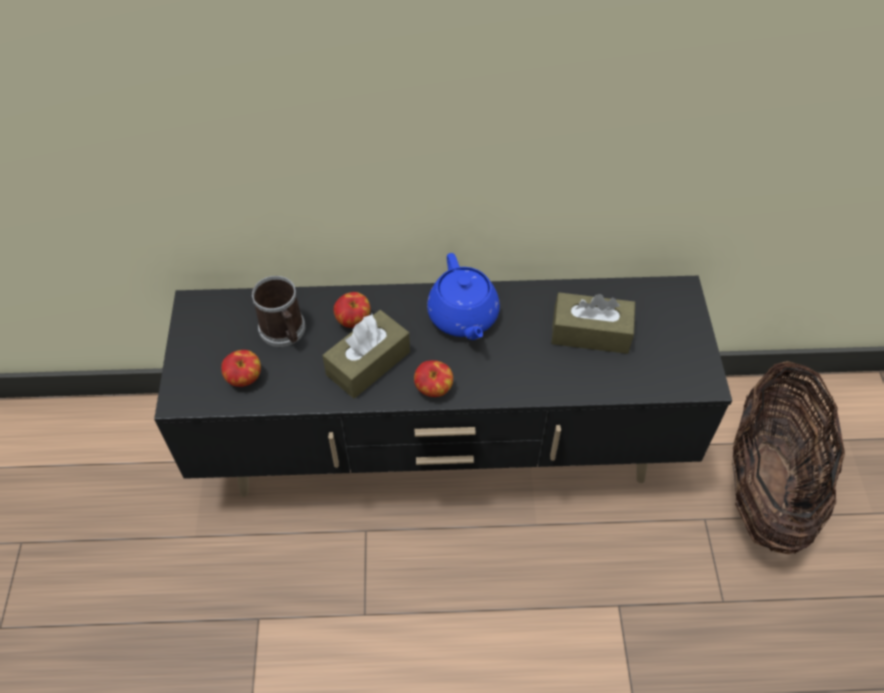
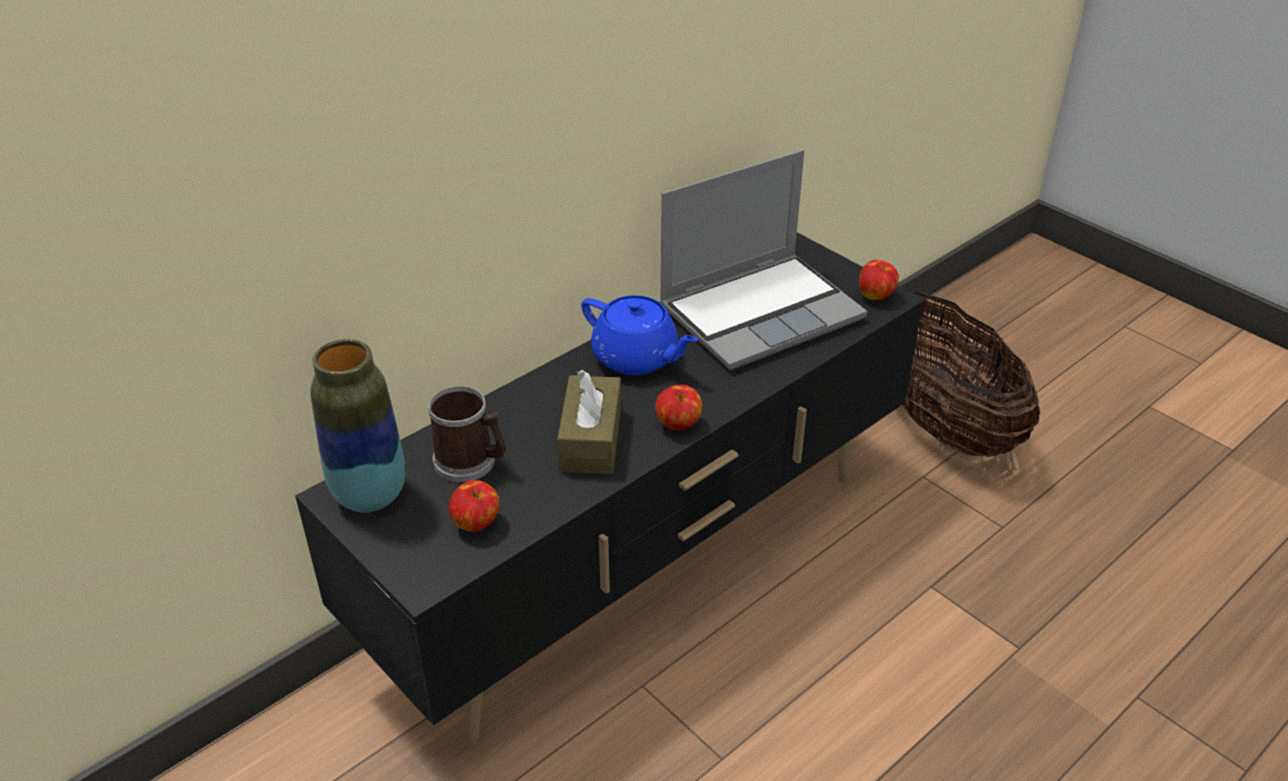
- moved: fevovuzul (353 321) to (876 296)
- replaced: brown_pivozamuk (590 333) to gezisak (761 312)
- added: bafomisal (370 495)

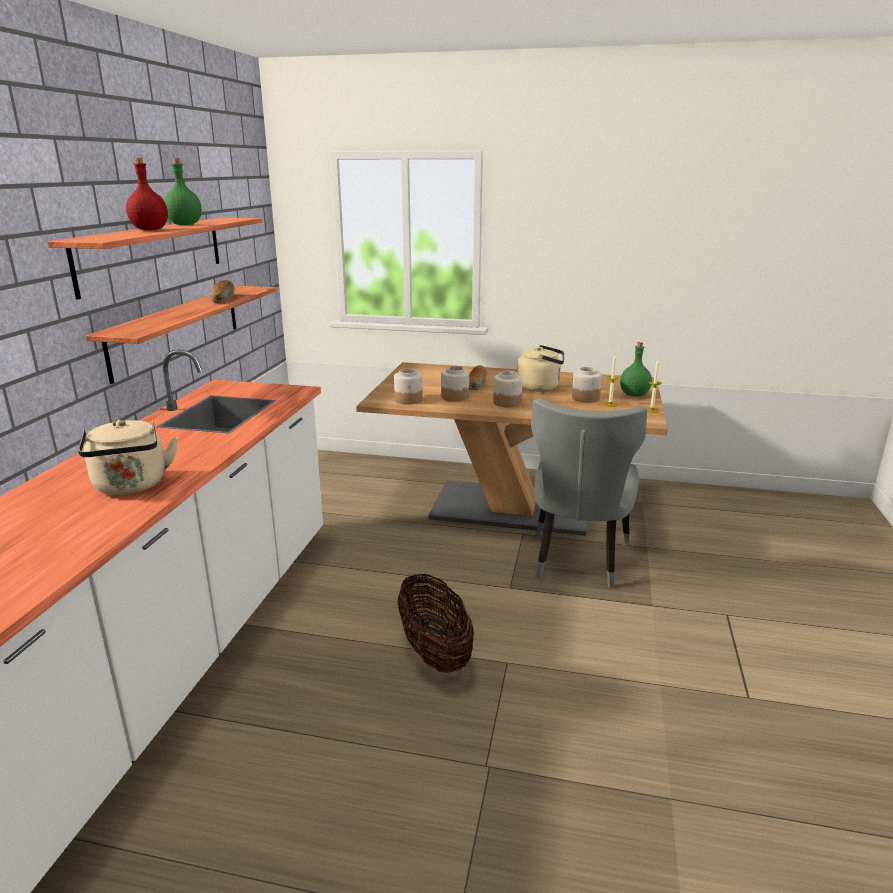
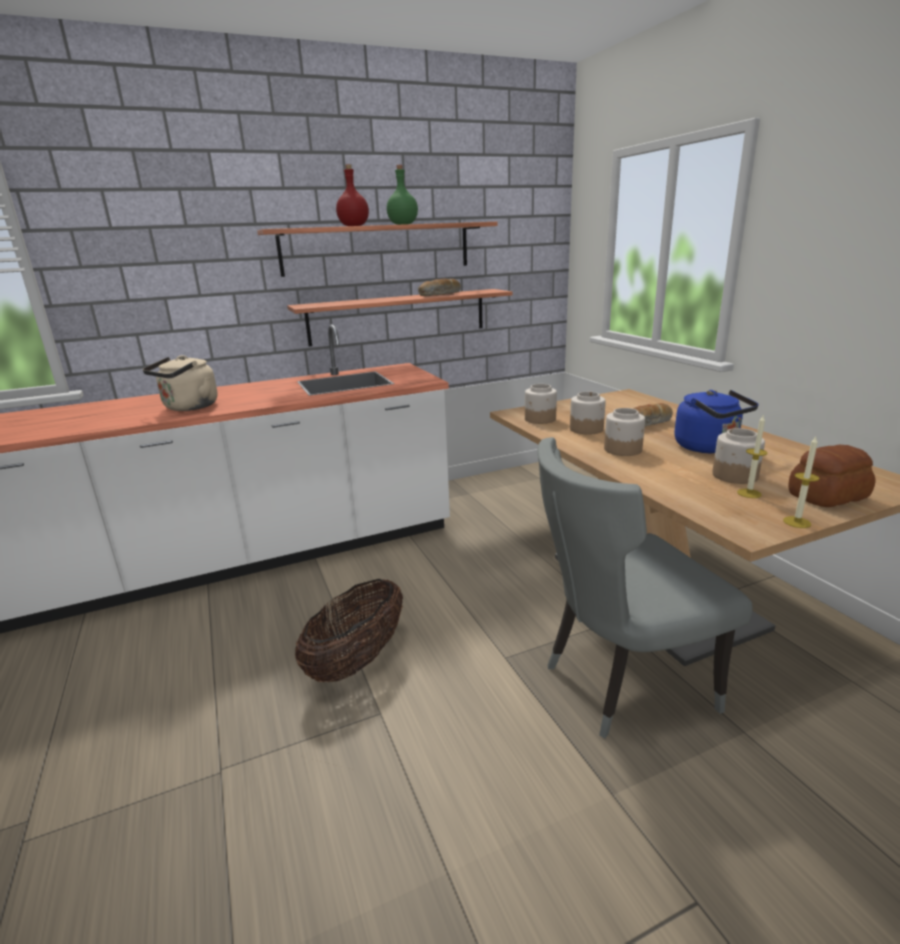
- replaced: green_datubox (634 395) to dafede (826 496)
- recoloured: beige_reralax (541 387) to blue_reralax (709 448)

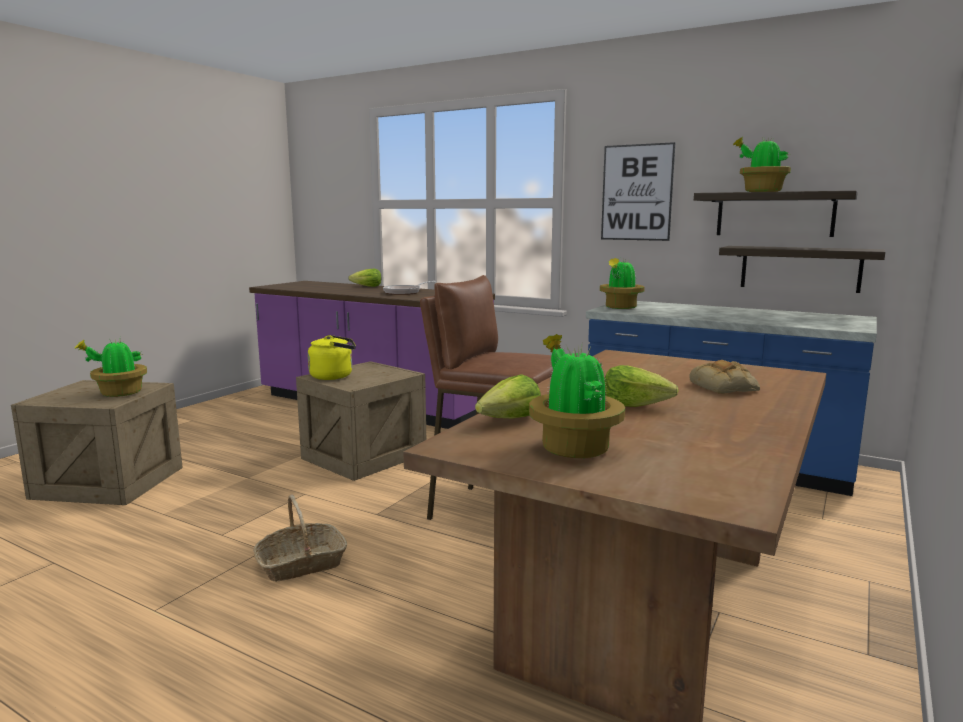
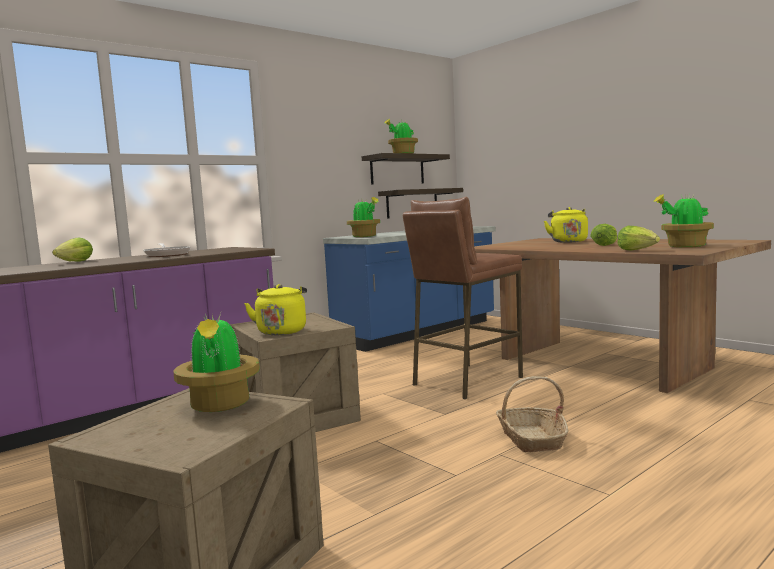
- removed: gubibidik (637 192)
- replaced: dafede (725 387) to yellow_reralax (568 241)

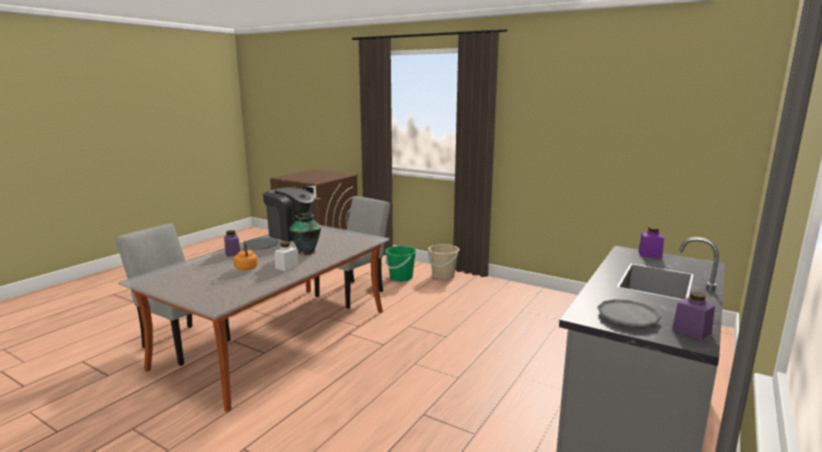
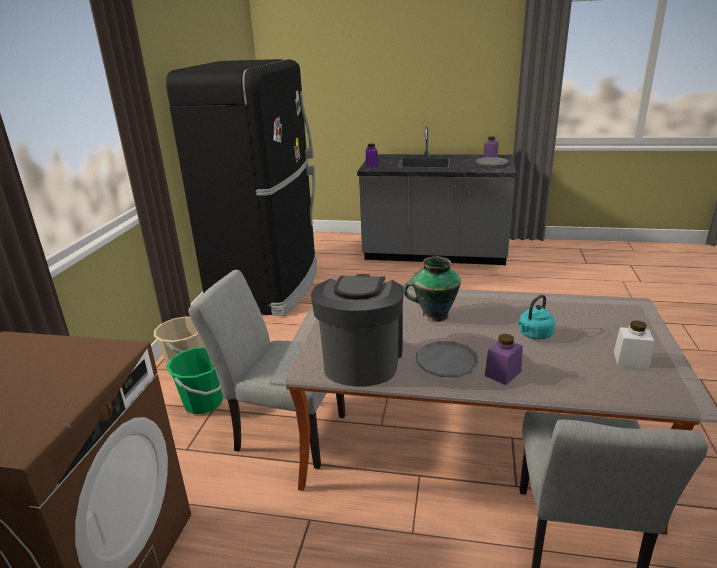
- recoloured: orange_reralax (246 267) to turquoise_reralax (534 335)
- moved: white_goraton (286 267) to (631 359)
- added: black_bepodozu (268 287)

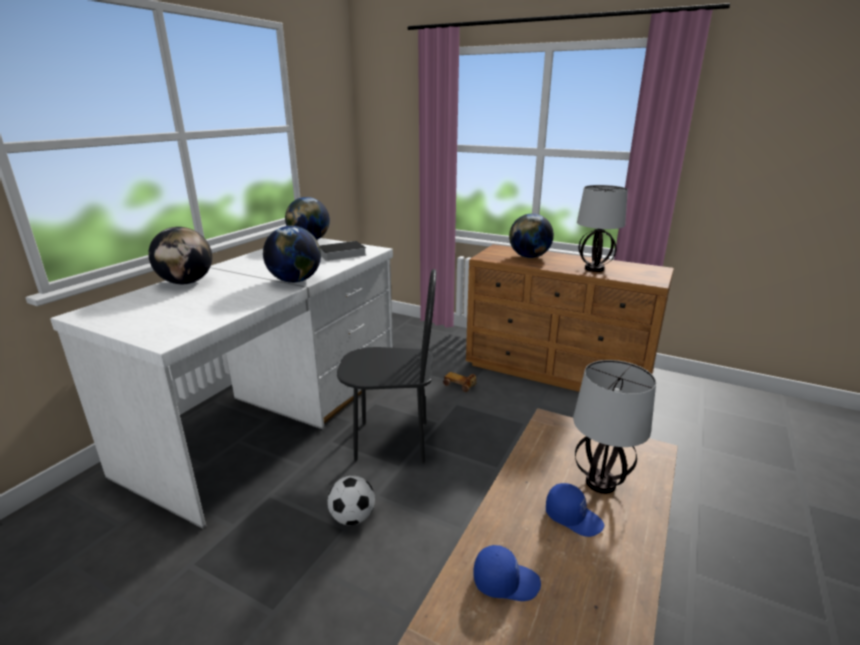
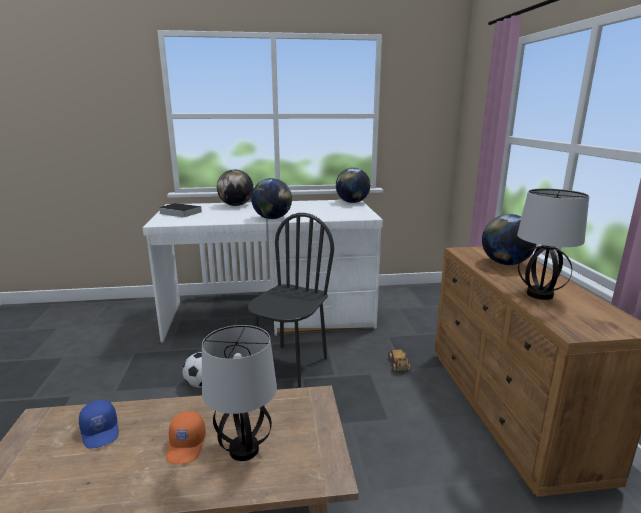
- moved: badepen (340 254) to (179 213)
- turned: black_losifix (392 441) = (290 365) 120 degrees counterclockwise
- recoloured: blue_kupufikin (573 517) to orange_kupufikin (187 445)

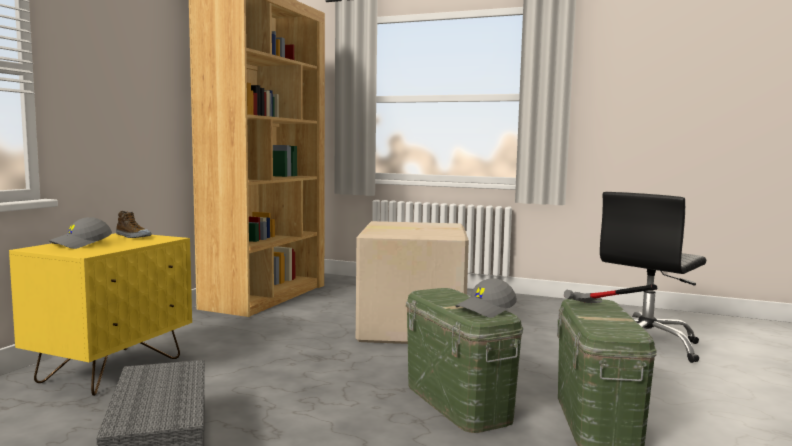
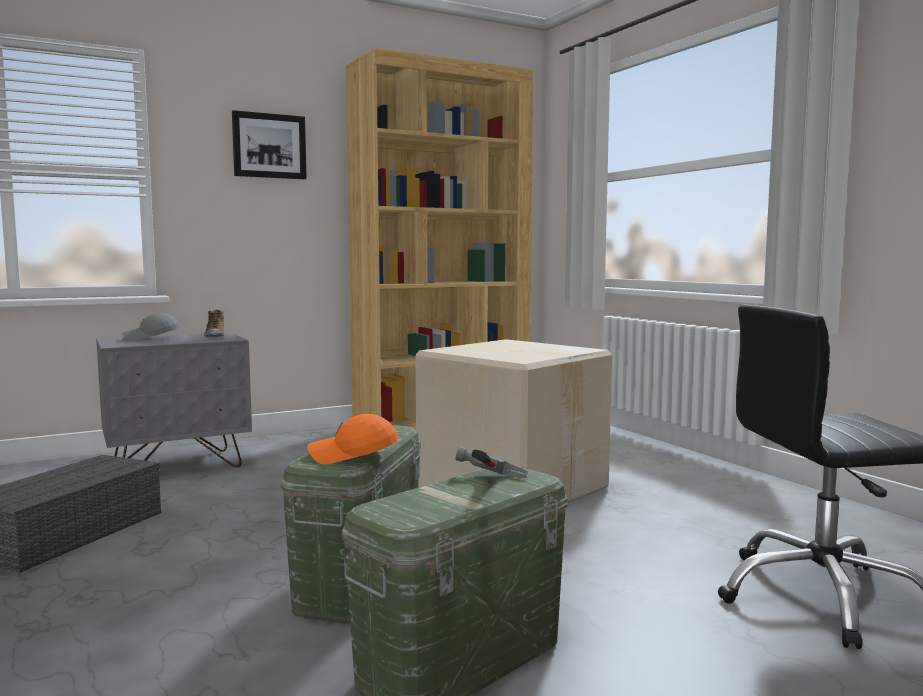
- recoloured: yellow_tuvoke (112 370) to grey_tuvoke (178 465)
- recoloured: grey_kupufikin (486 309) to orange_kupufikin (352 456)
- added: gubibidik (269 146)

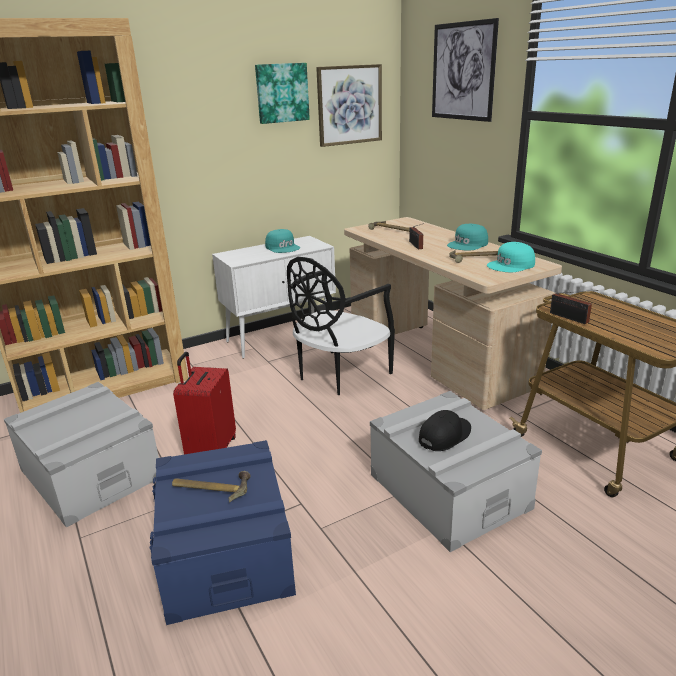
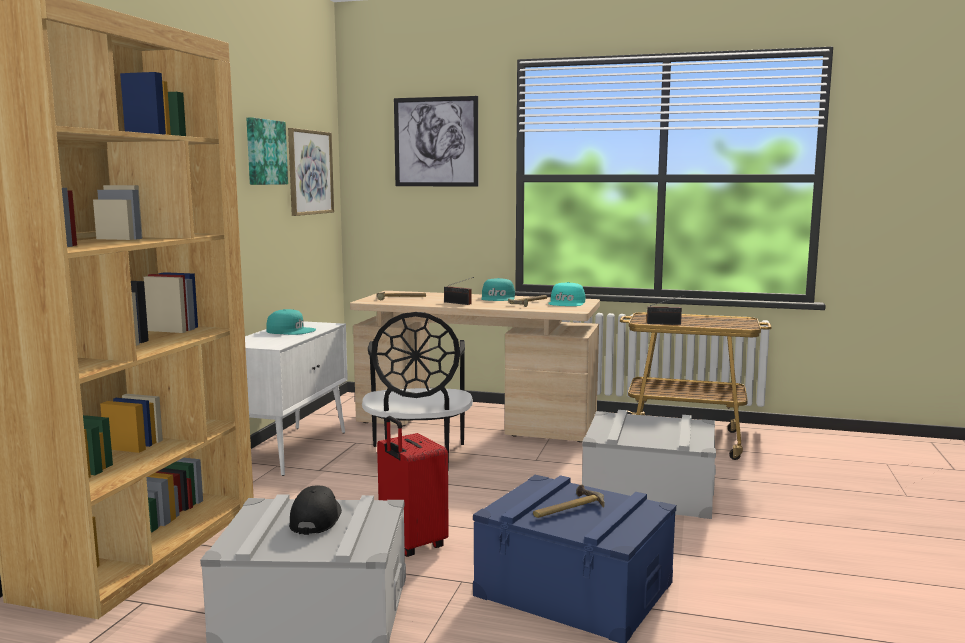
- moved: black_kupufikin (445 436) to (316 519)

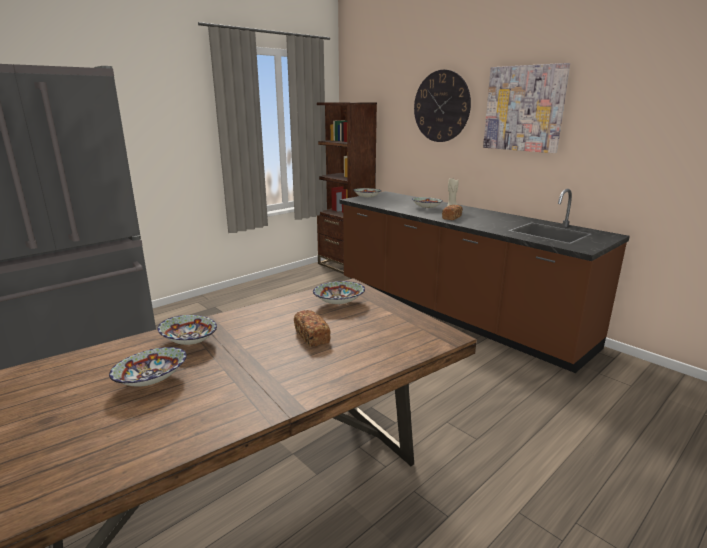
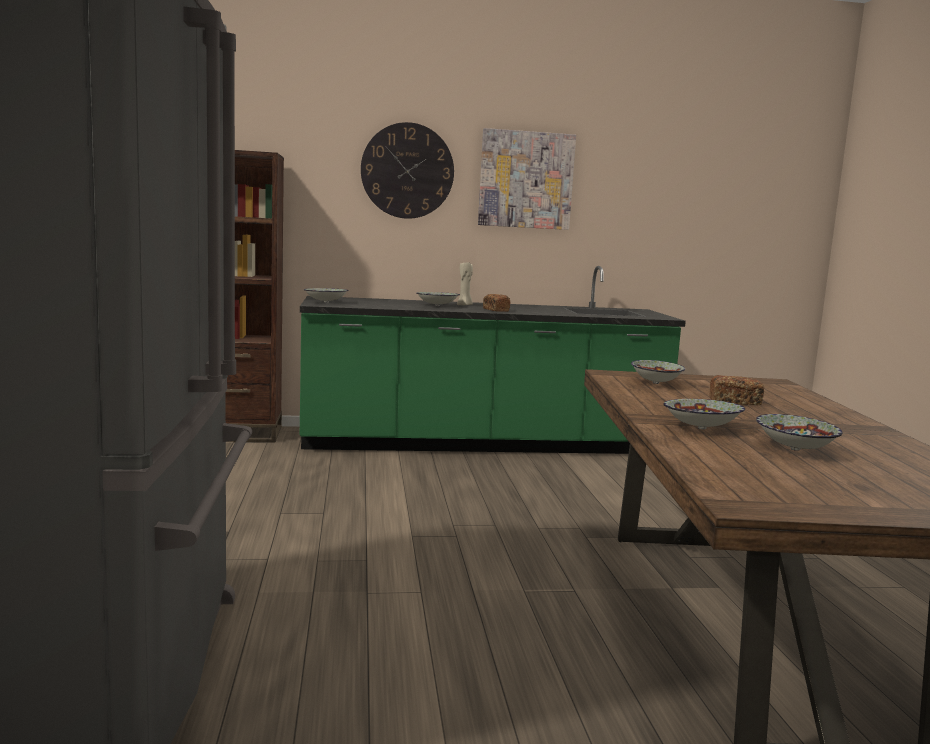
- recoloured: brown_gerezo (453 313) to green_gerezo (482 443)

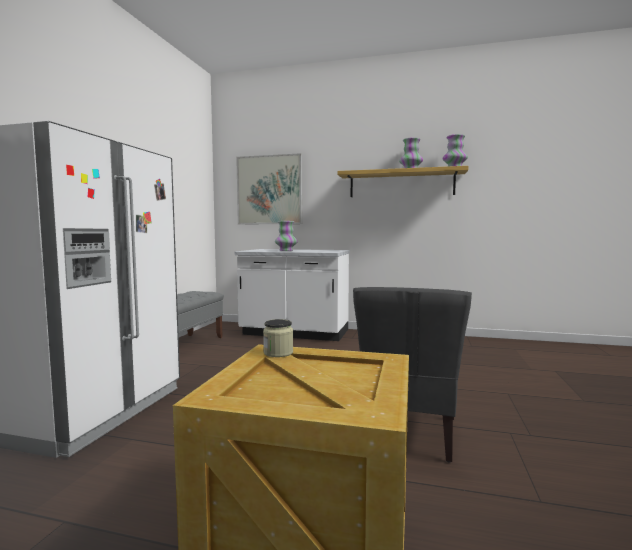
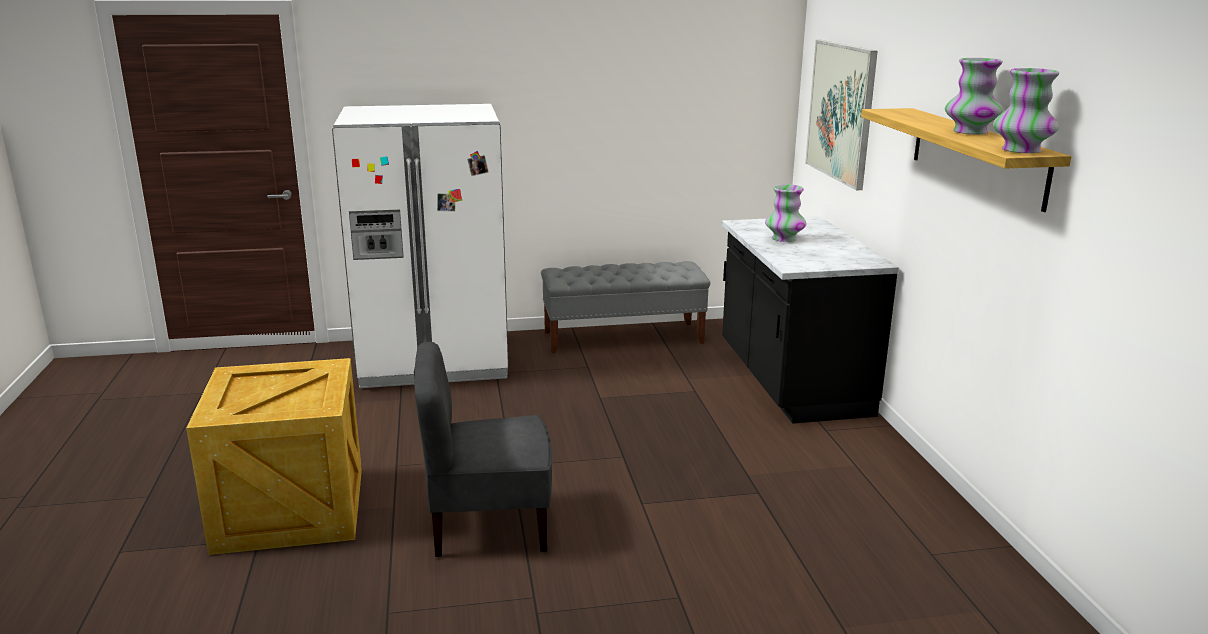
- recoloured: white_gerezo (295 333) to black_gerezo (791 381)
- removed: goraton (278 353)

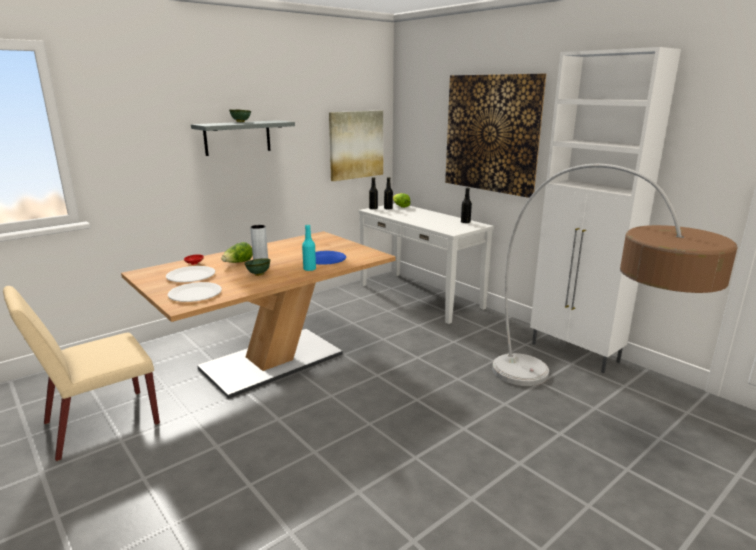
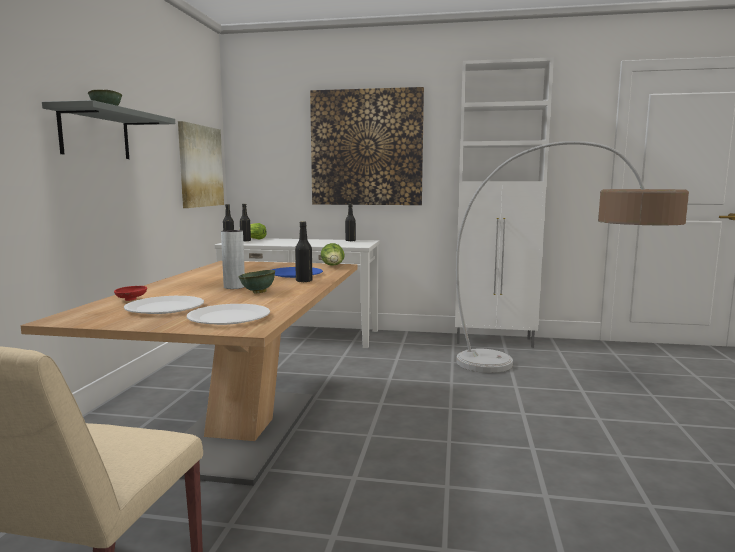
- recoloured: turquoise_datubox (309 269) to black_datubox (304 281)
- moved: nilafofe (238 263) to (333 266)

